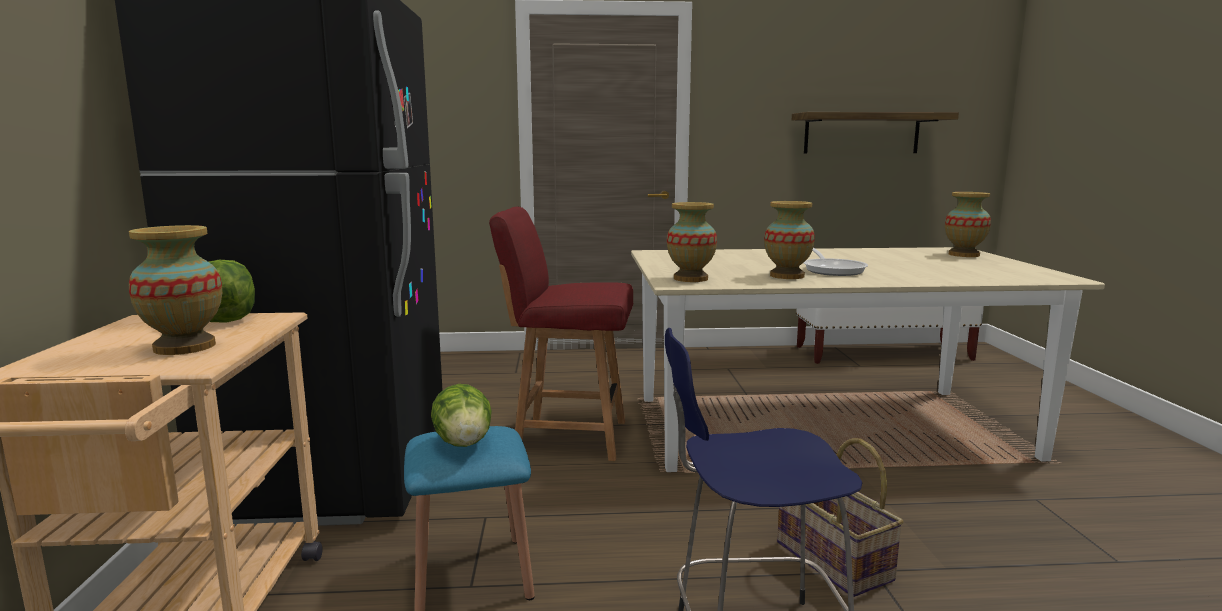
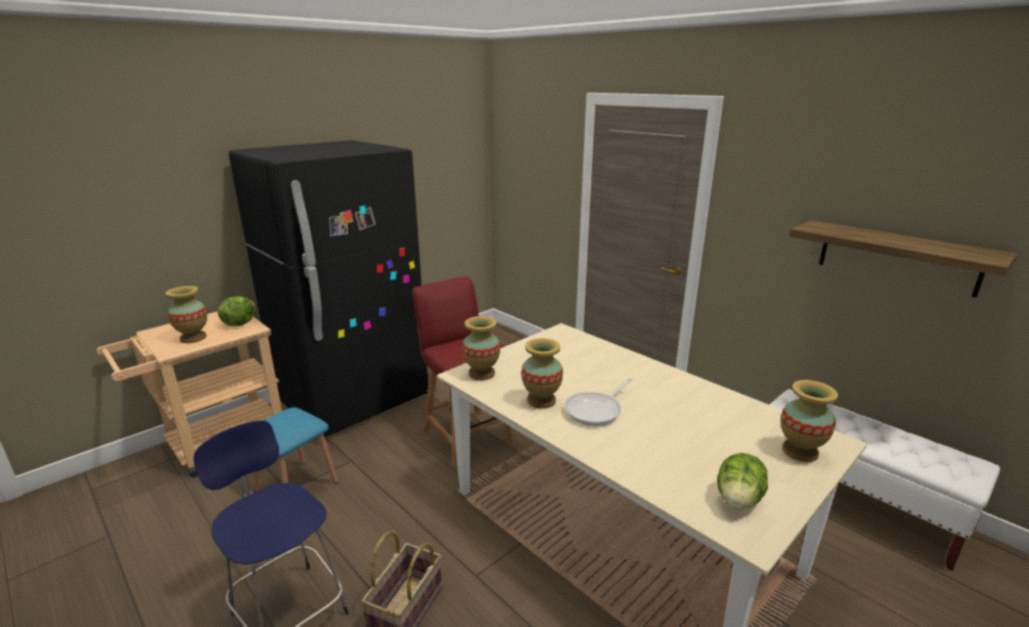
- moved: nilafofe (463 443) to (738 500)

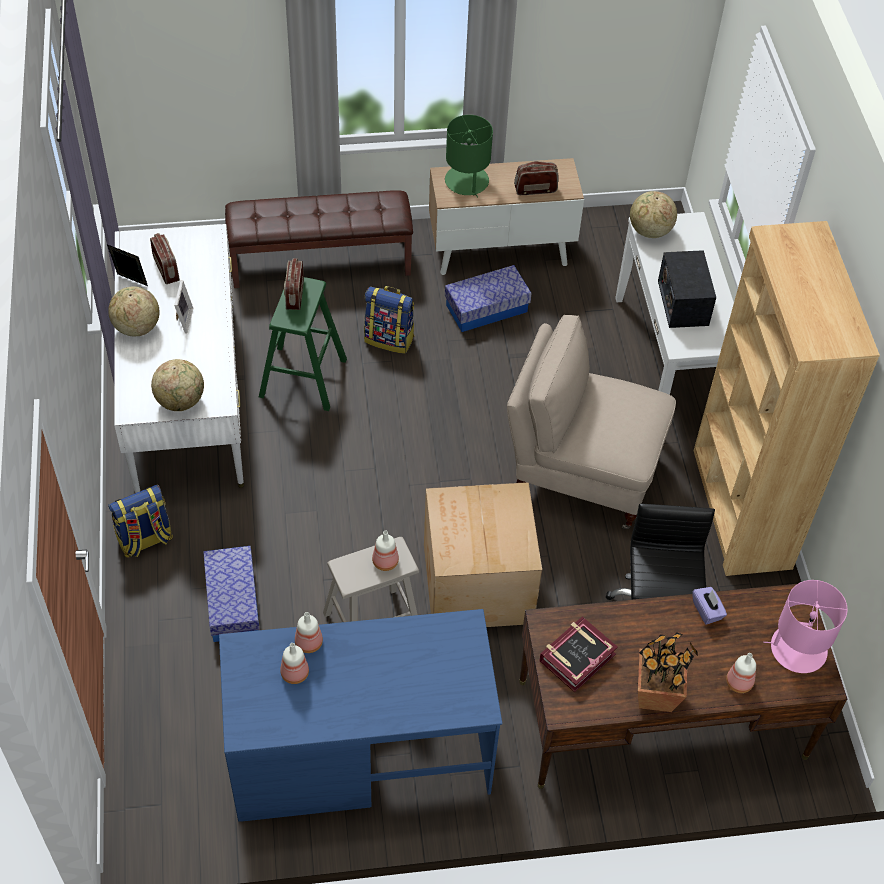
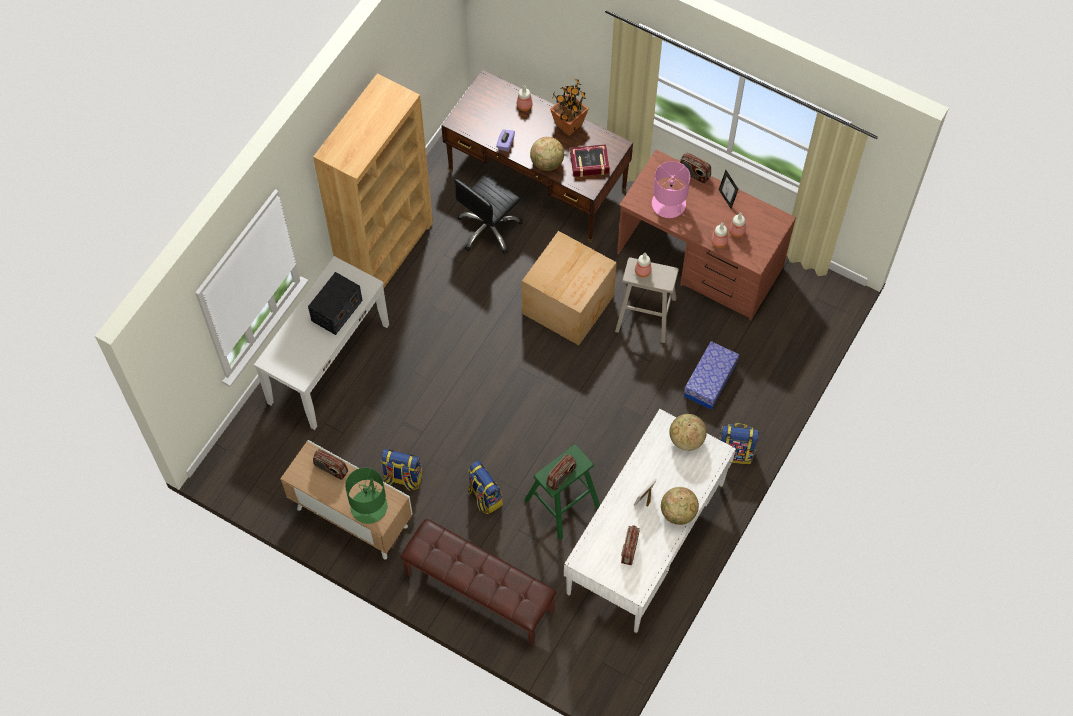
- moved: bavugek (649 231) to (547 163)
- moved: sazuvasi (131 282) to (726 198)
- replaced: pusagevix (486 308) to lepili (402 478)
- removed: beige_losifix (581 473)
- moved: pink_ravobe (797 649) to (669 204)
- recoloured: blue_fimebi (359 751) to brown_fimebi (700 260)
- added: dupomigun (694 174)

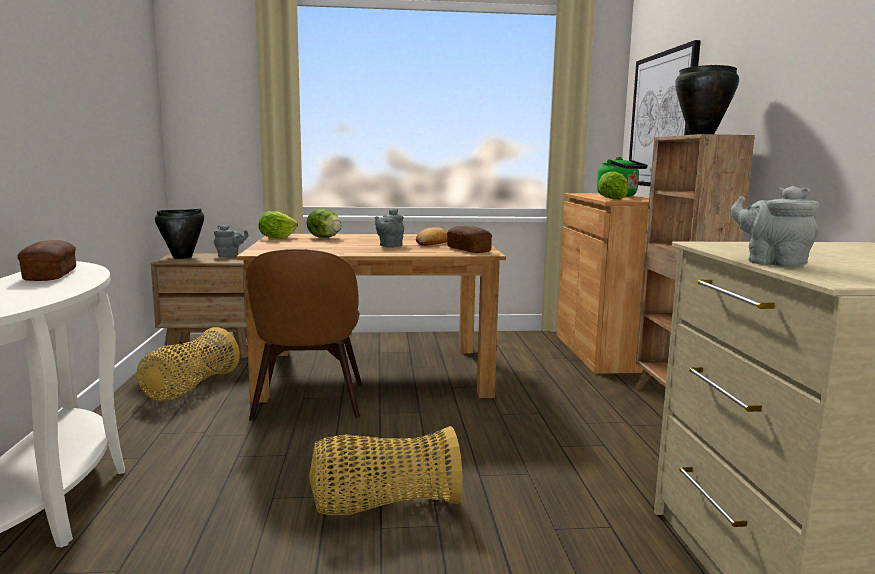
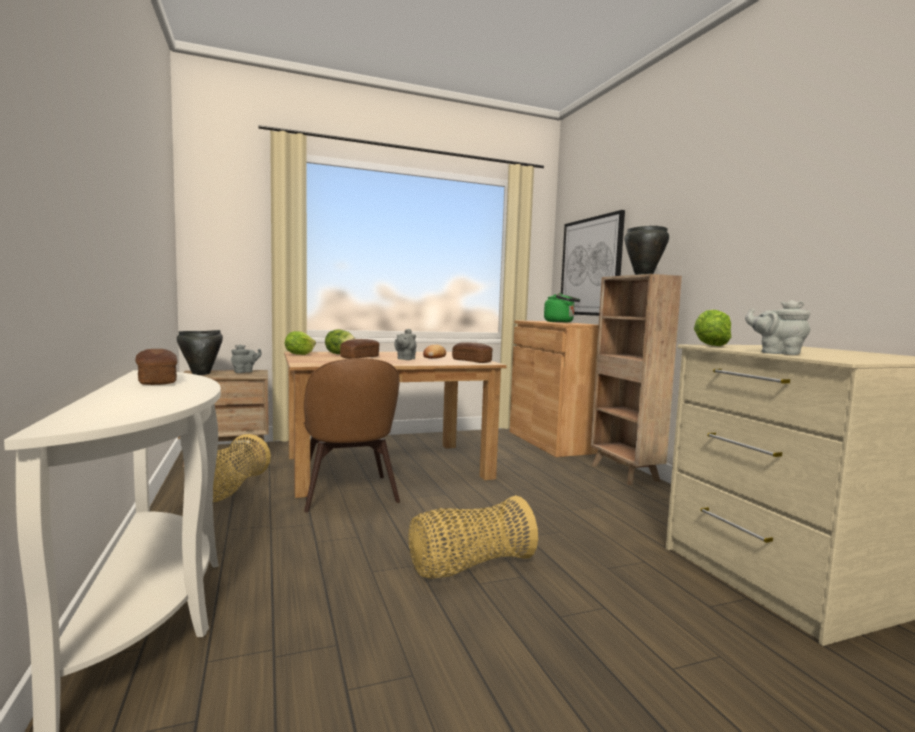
- moved: nilafofe (613 199) to (711 345)
- added: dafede (360 357)

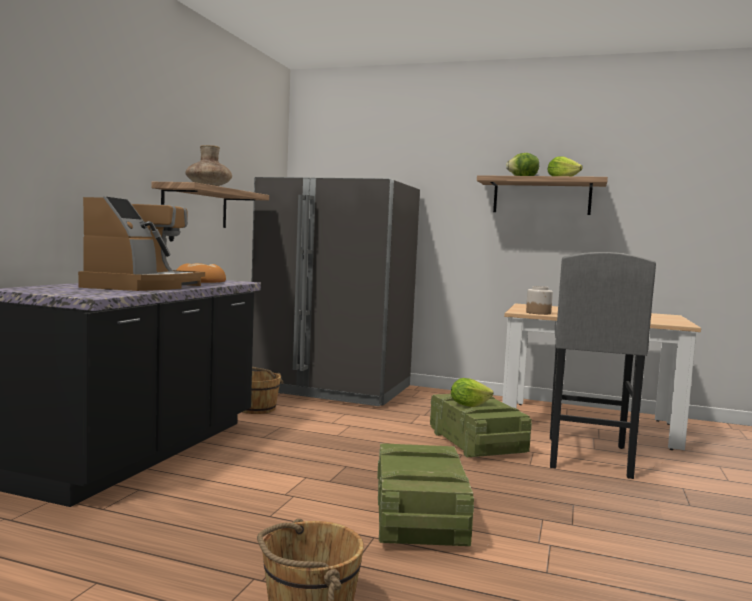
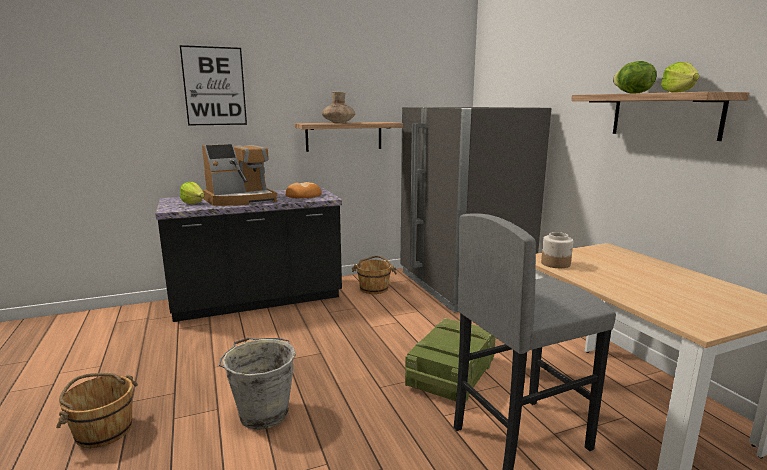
- moved: nilafofe (468 405) to (193 203)
- replaced: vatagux (419 519) to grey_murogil (263 413)
- added: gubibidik (214 86)

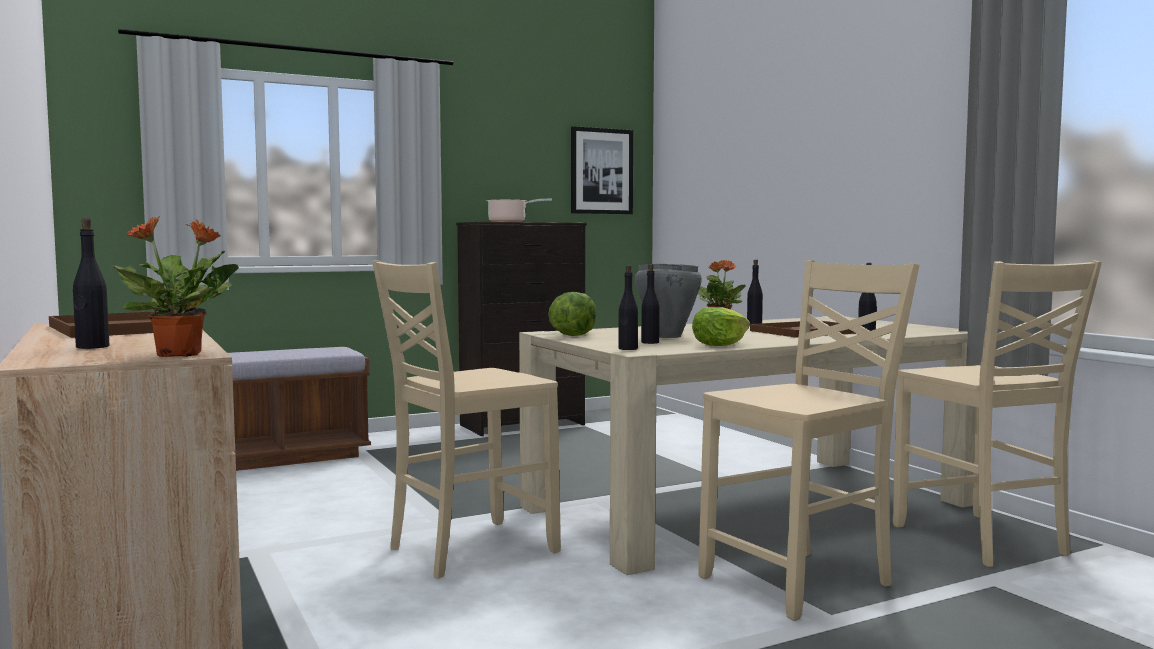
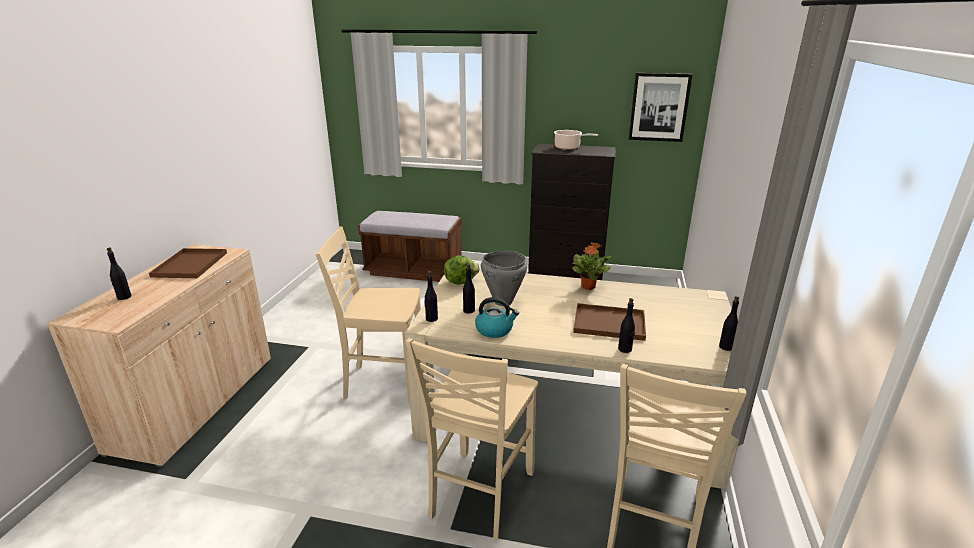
- removed: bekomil (181 355)
- turned: beige_losifix (801 582) = (479 494) 105 degrees clockwise
- moved: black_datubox (754 324) to (726 347)
- replaced: nilafofe (719 344) to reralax (495 330)

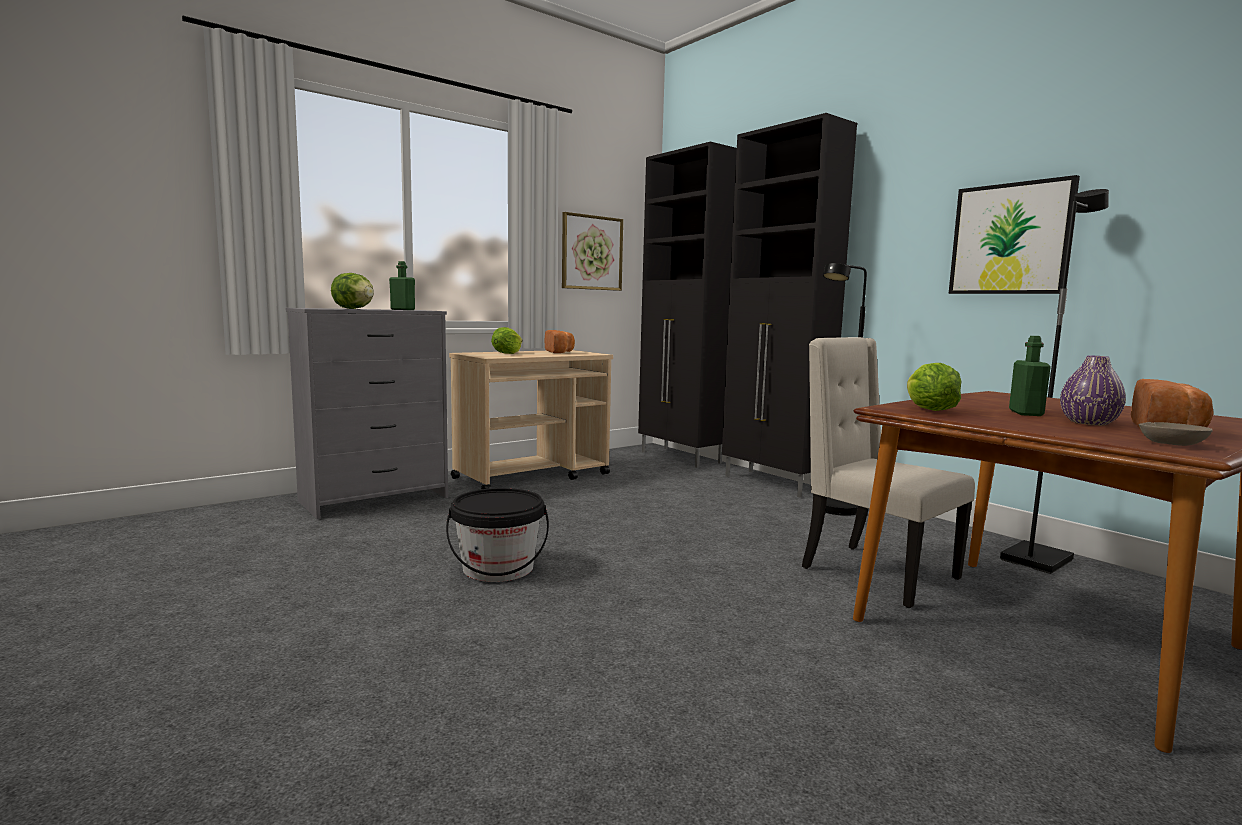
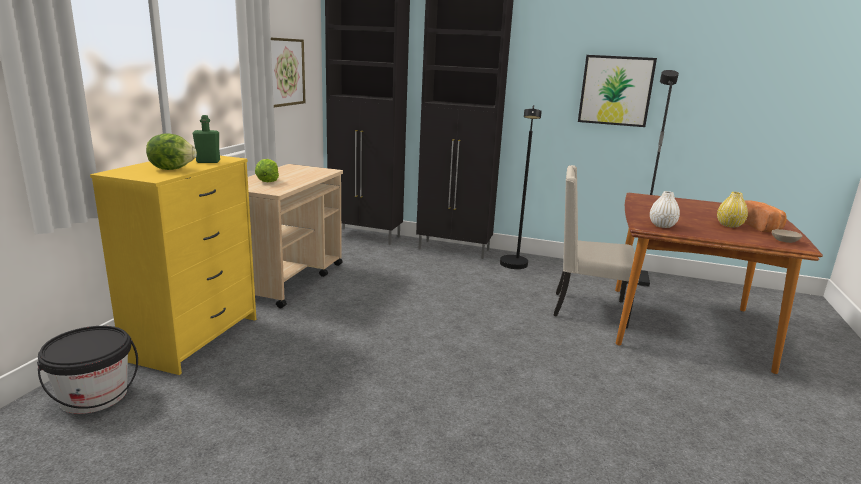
- recoloured: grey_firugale (374 499) to yellow_firugale (194 338)
- removed: dafede (560 352)
- removed: green_datubox (1025 413)
- recoloured: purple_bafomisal (1089 423) to yellow_bafomisal (729 225)
- replaced: nilafofe (929 410) to white_bafomisal (662 225)
- moved: black_murogil (498 568) to (94 396)

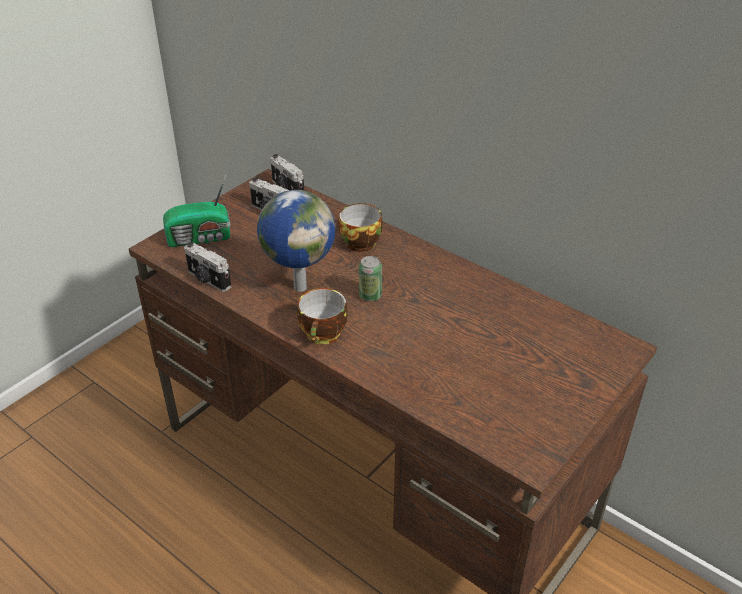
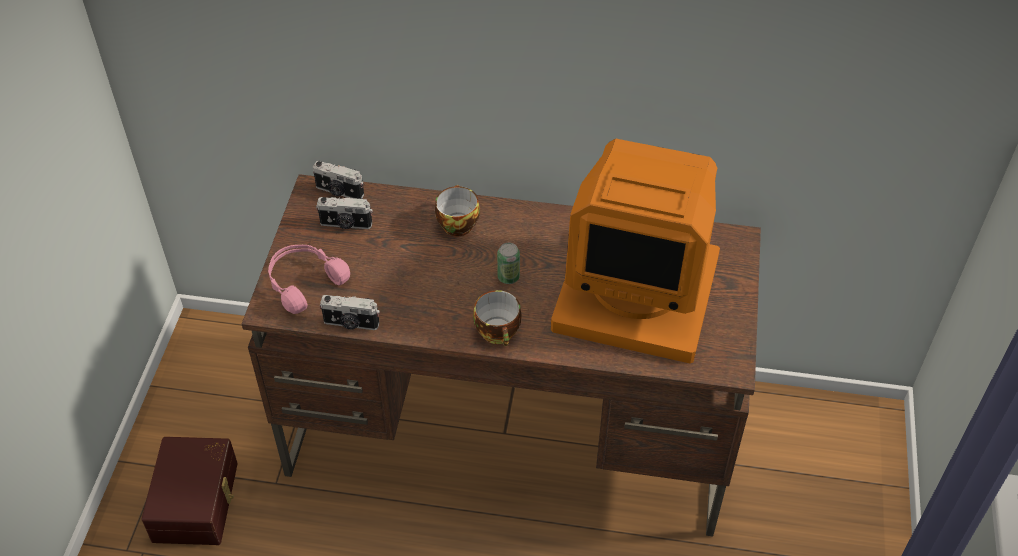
- replaced: dupomigun (201 238) to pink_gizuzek (304 282)
- removed: bavugek (299 287)
- added: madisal (637 290)
- added: brown_pusagevix (198 501)

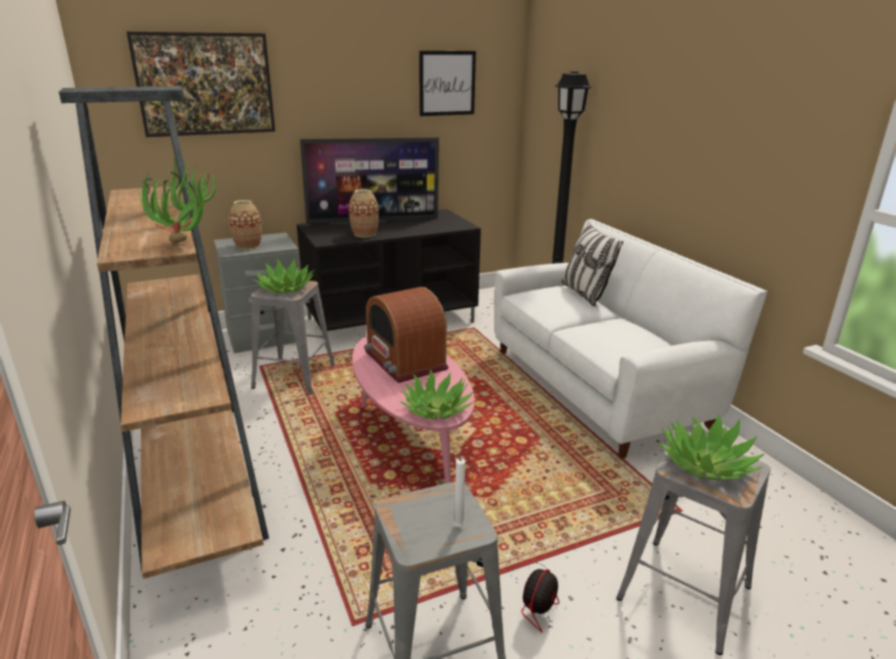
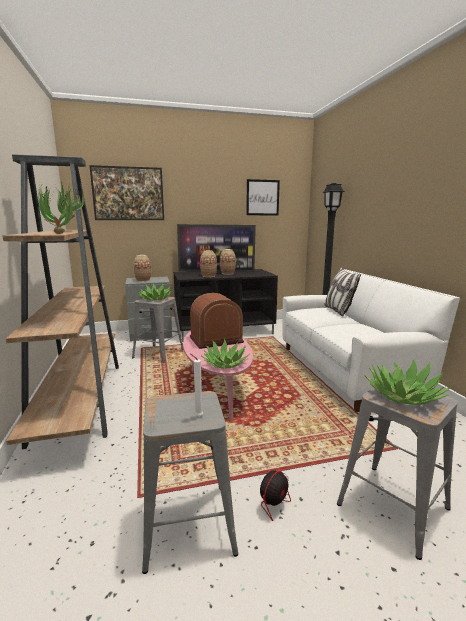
- turned: dupomigun (405 361) = (216 339) 90 degrees clockwise
- added: bafomisal (227 273)

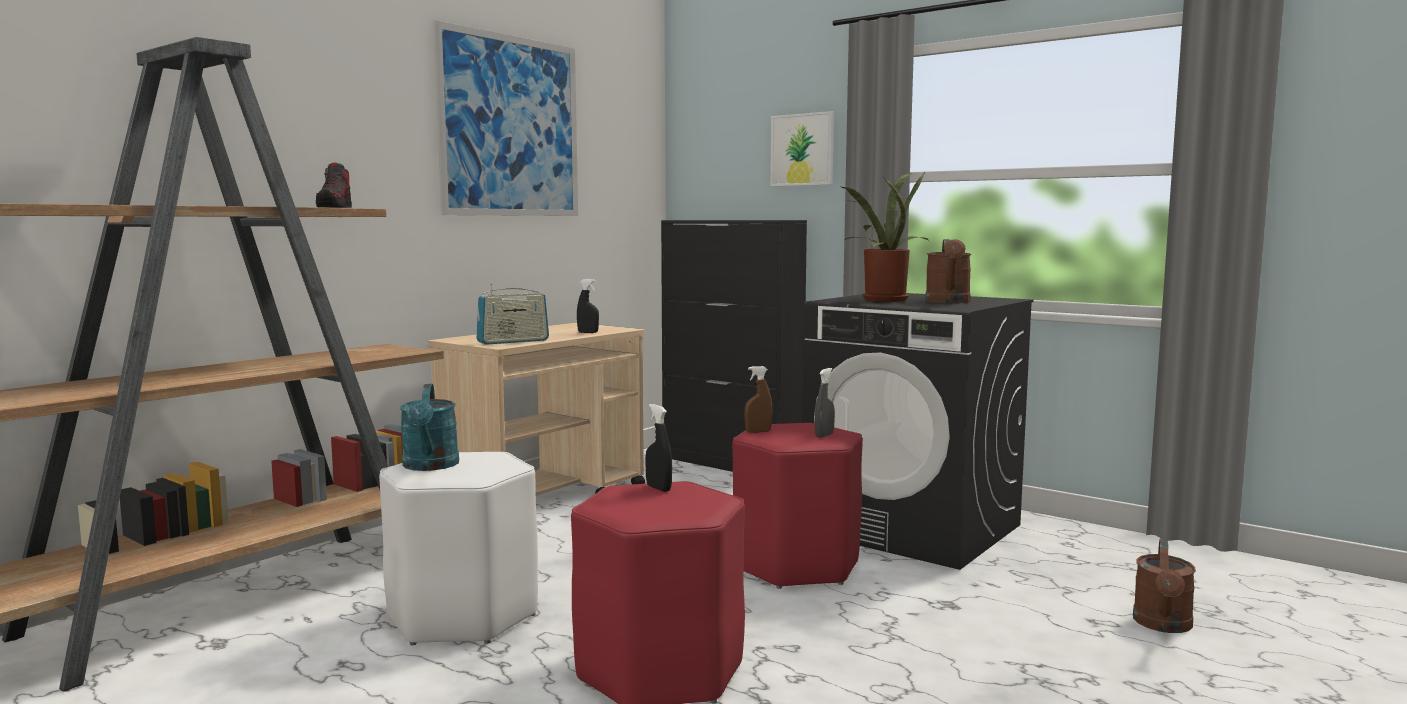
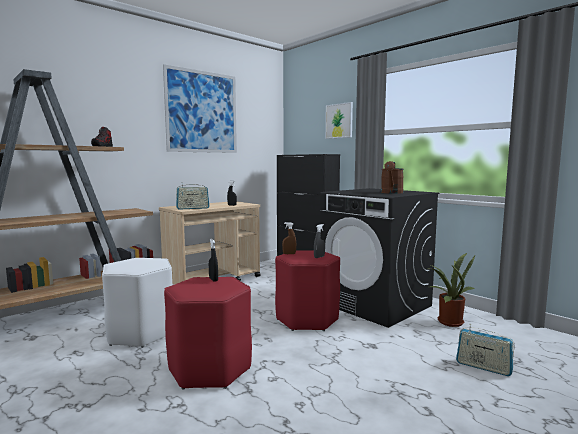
- moved: bekomil (881 299) to (448 321)
- removed: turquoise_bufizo (430 466)
- replaced: brown_bufizo (1163 625) to dupomigun (483 367)

